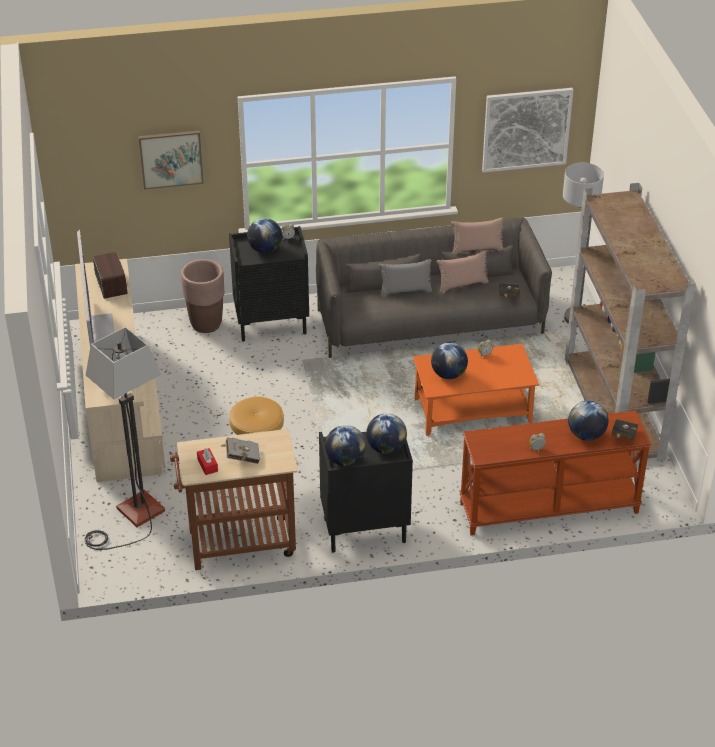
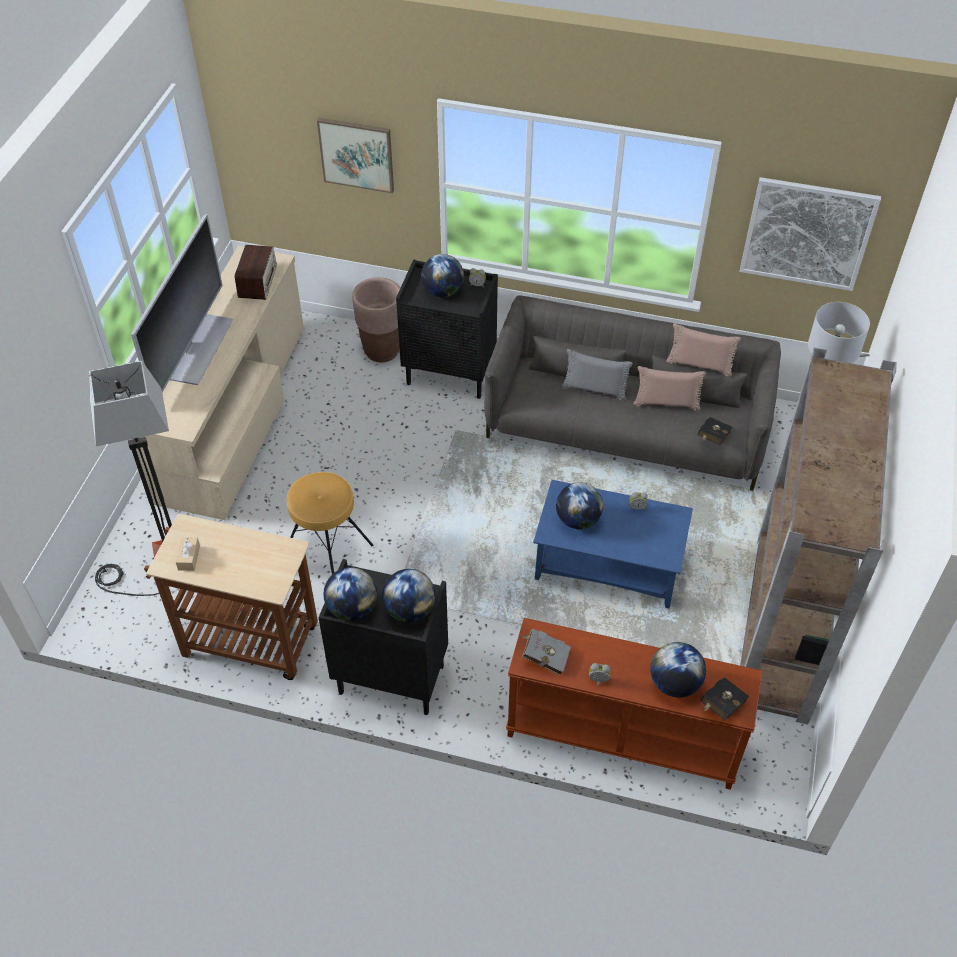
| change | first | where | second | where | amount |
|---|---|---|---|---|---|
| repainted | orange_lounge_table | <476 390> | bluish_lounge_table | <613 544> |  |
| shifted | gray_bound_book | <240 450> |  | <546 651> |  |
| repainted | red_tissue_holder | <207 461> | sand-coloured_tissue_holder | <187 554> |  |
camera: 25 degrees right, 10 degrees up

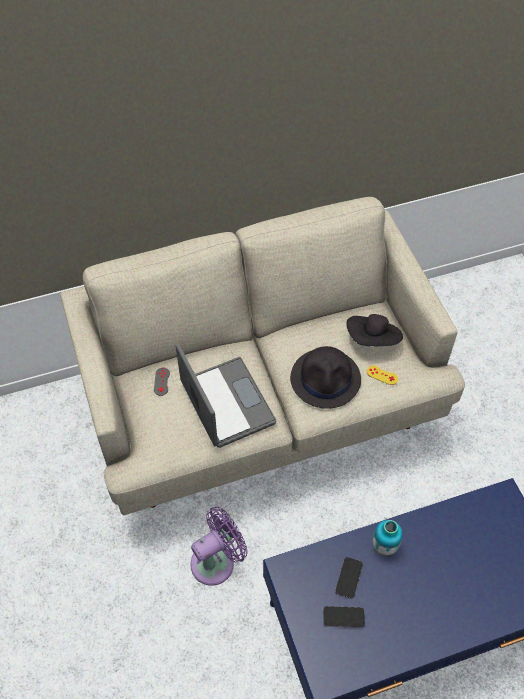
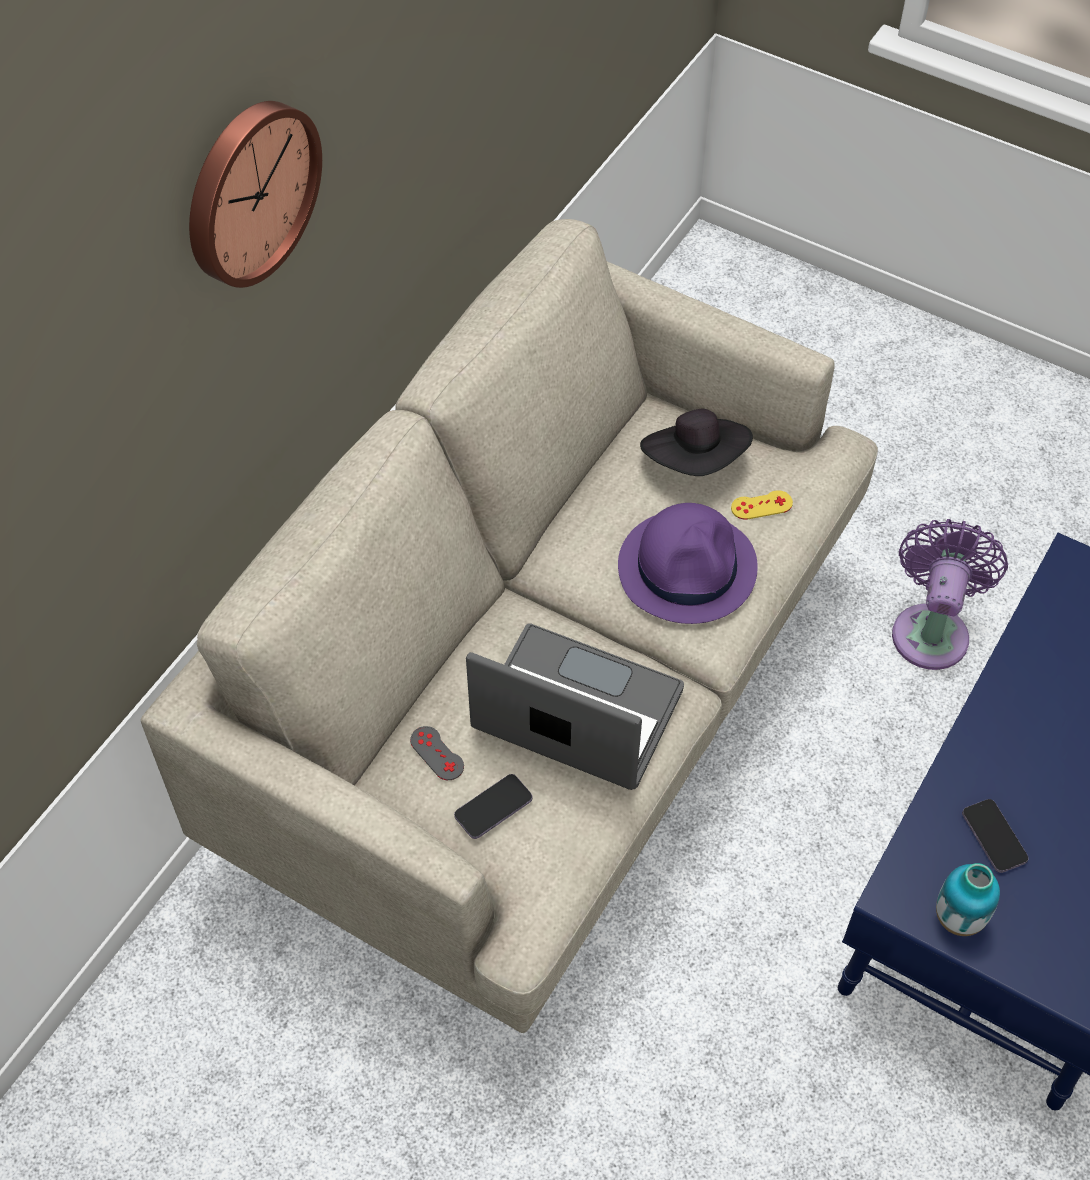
| change | first | where | second | where | amount |
|---|---|---|---|---|---|
| repainted | blackish_hat | <325 377> | purplish_hat | <688 563> |  |
| shifted | purplish_cooling_fan | <219 546> |  | <950 594> |  |
| shifted | flower_vase | <388 538> |  | <968 899> |  |
| shifted | handset | <344 617> |  | <493 806> |  |
| new |  |  | wall_clock | <255 194> |  |
camera: 40 degrees left, 0 degrees up

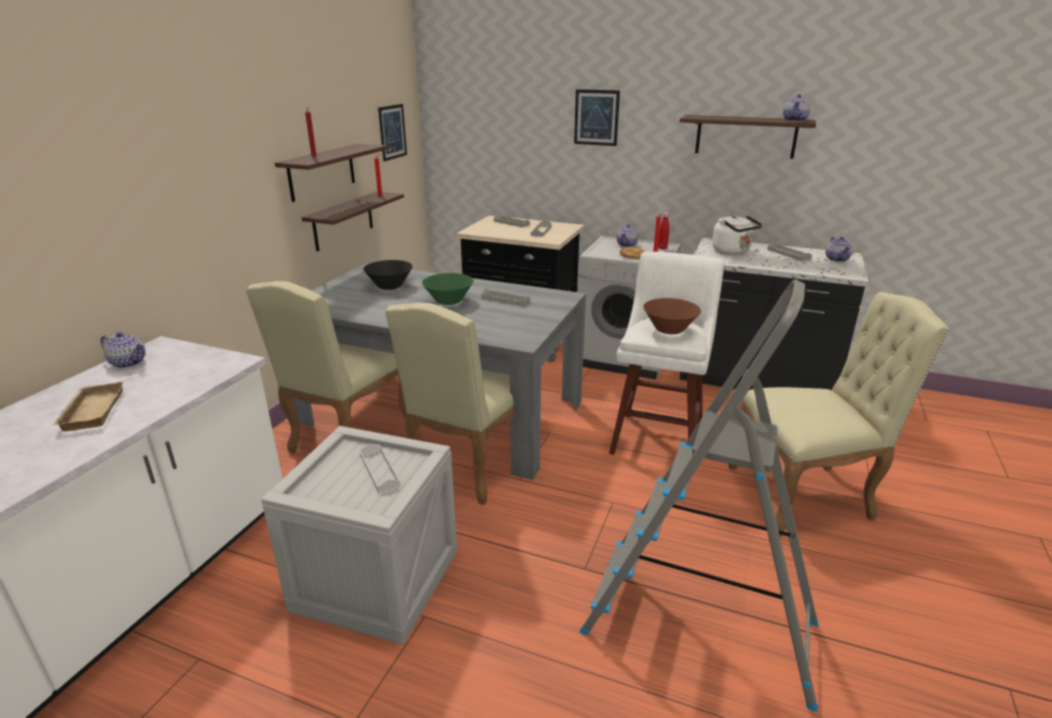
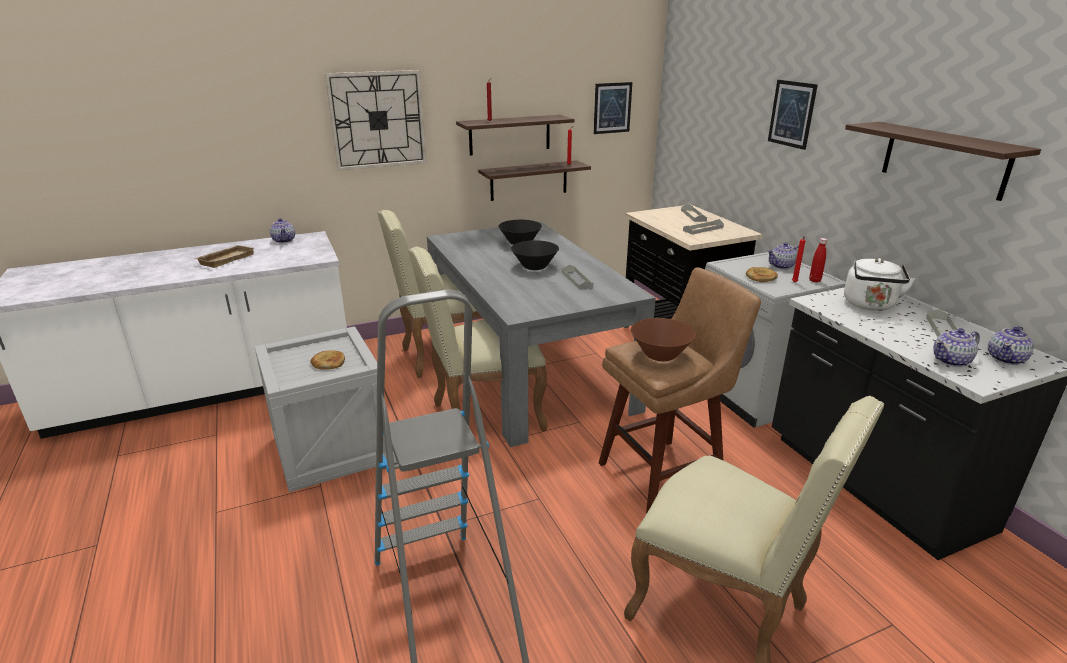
| change | first | where | second | where | amount |
|---|---|---|---|---|---|
| shifted | pot_for_tea | <796 108> |  | <956 347> |  |
| repainted | white_stool_seat | <666 353> | brown-coloured_stool_seat | <680 390> |  |
| repainted | green-coloured_deep_dish | <448 289> | blackish_deep_dish | <535 255> |  |
| swapped | white_serving_tray | <380 468> | bakery_bread | <327 360> |  |
| new |  |  | wall_clock | <376 120> |  |
camera: 45 degrees right, 0 degrees up

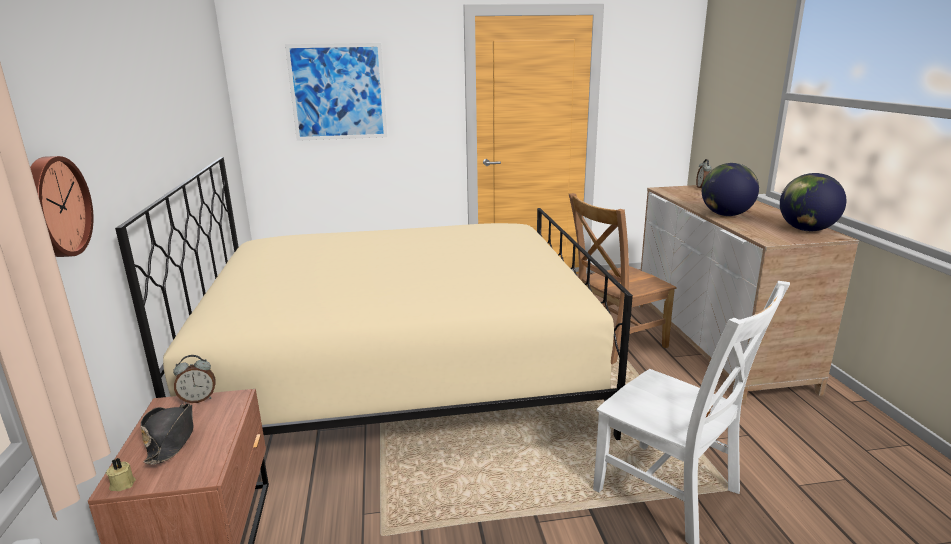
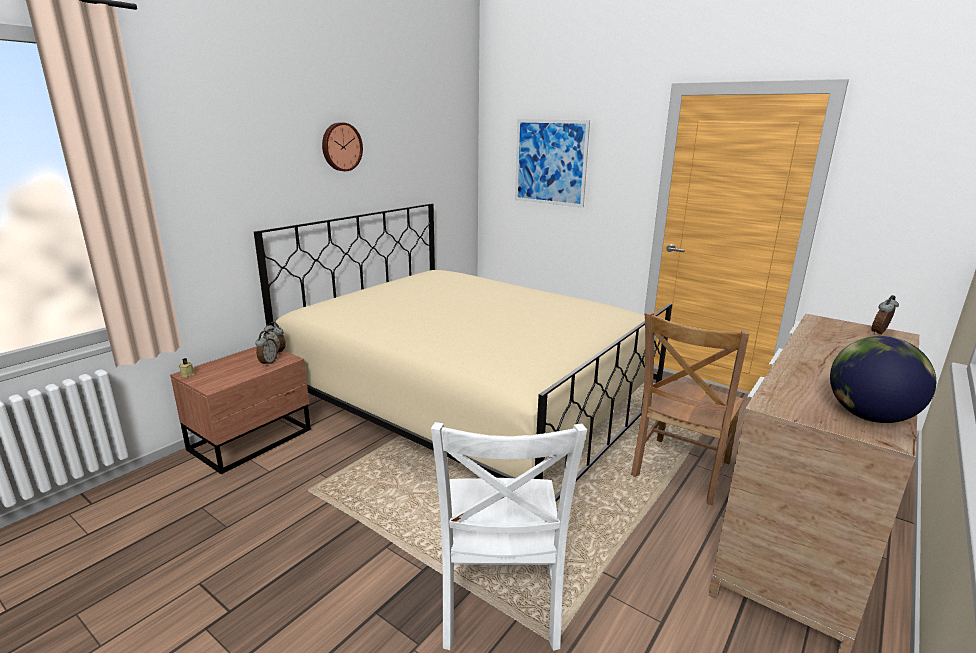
| change | first | where | second | where | amount |
|---|---|---|---|---|---|
| shifted | wall_clock | <62 206> |  | <342 146> |  |
| gone | desk_globe | <730 189> |  |  |  |
| rotated | brown-coloured_upright_chair | <623 278> |  | <690 408> | 75 degrees counterclockwise |
| gone | blackish_hat | <167 433> |  |  |  |
| new |  |  | bedside_clock | <266 348> |  |
camera: 45 degrees right, 0 degrees up

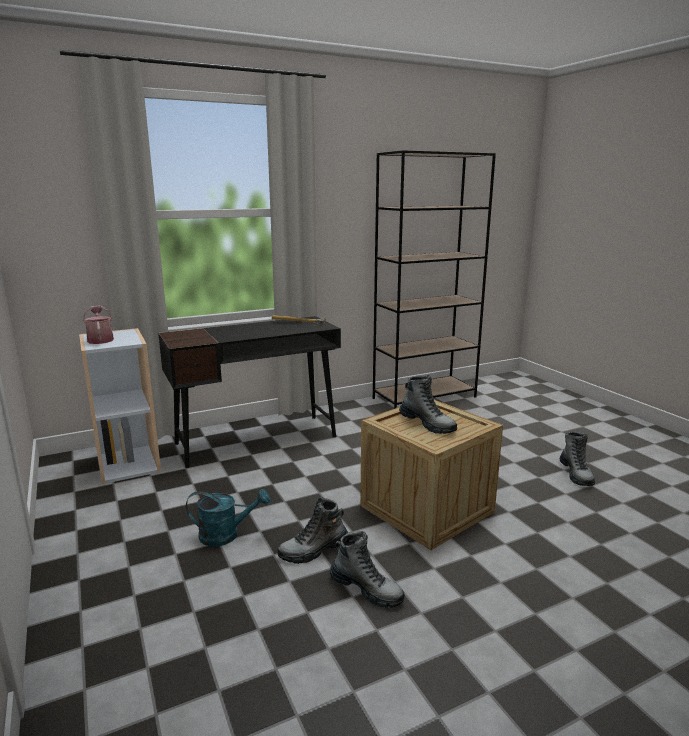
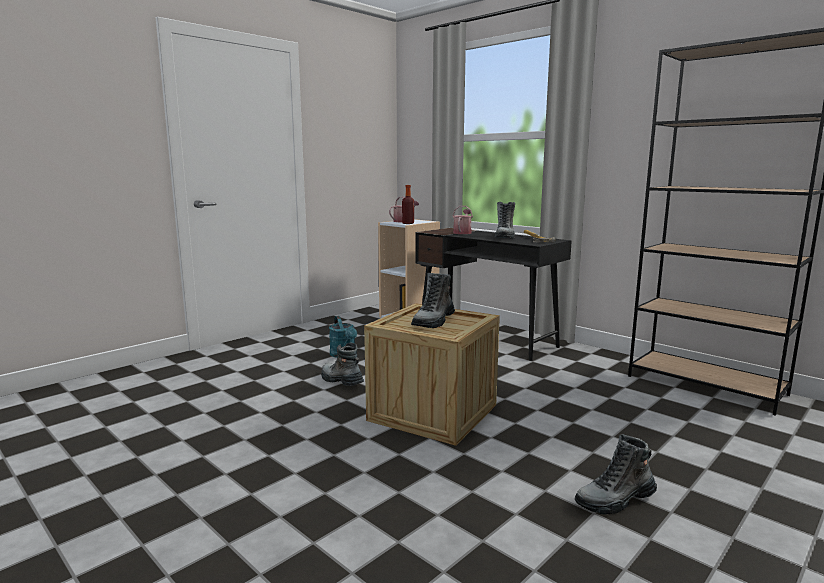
| change | first | where | second | where | amount |
|---|---|---|---|---|---|
| shifted | high-top_boot | <367 569> |  | <505 220> |  |
| new |  |  | beverage_bottle | <408 204> |  |
| new |  |  | watering_pot | <463 220> |  |
camera: 70 degrees right, 5 degrees down

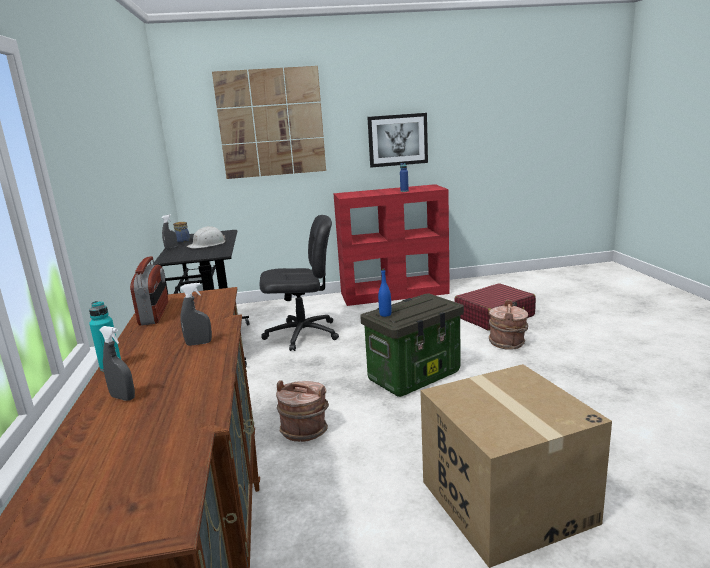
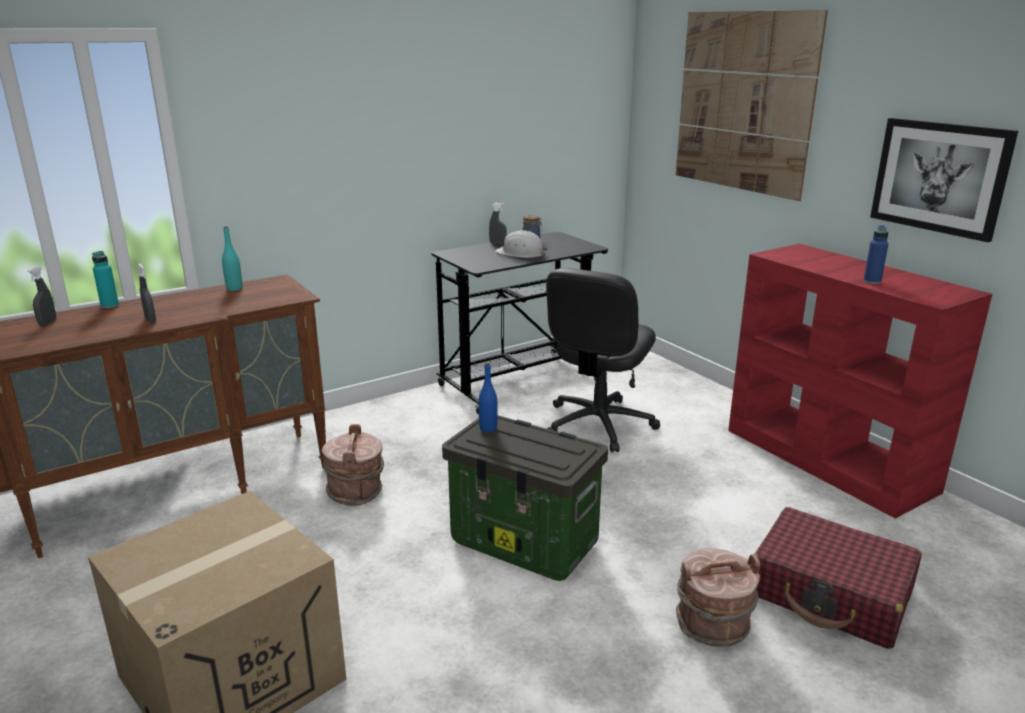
| change | first | where | second | where | amount |
|---|---|---|---|---|---|
| rotated | blackish_desk_chair | <299 283> |  | <603 360> | 60 degrees clockwise |
| swapped | radio_receiver | <149 291> | turquoise-coloured_beverage_bottle | <232 258> |  |
camera: 65 degrees right, 5 degrees up

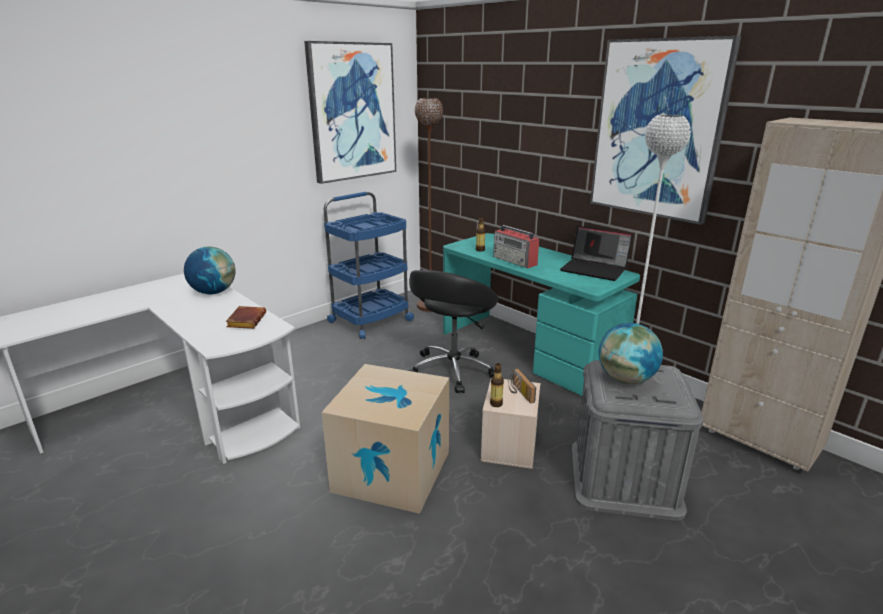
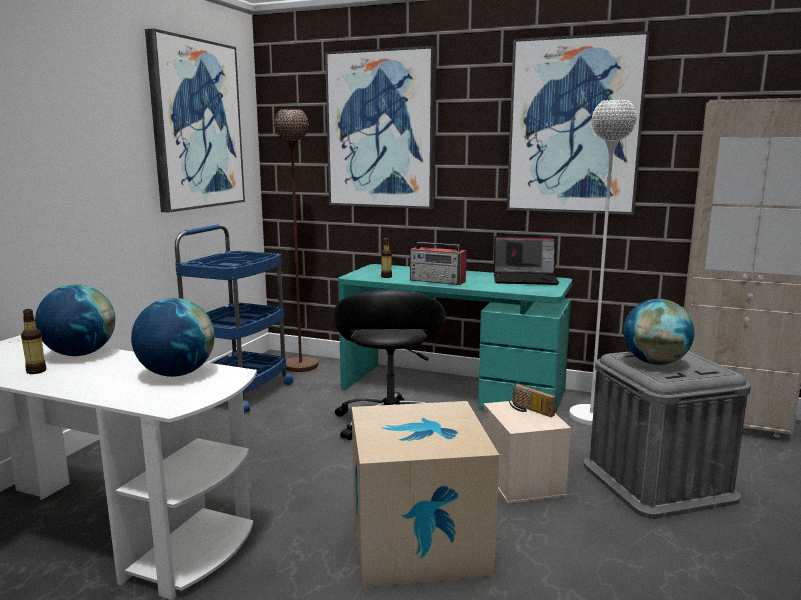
| change | first | where | second | where | amount |
|---|---|---|---|---|---|
| swapped | brown-coloured_bound_book | <246 317> | desk_globe | <173 337> |  |
| shifted | beverage_bottle | <497 385> |  | <33 341> |  |
| new |  |  | wall_picture | <381 127> |  |
camera: 25 degrees left, 10 degrees down

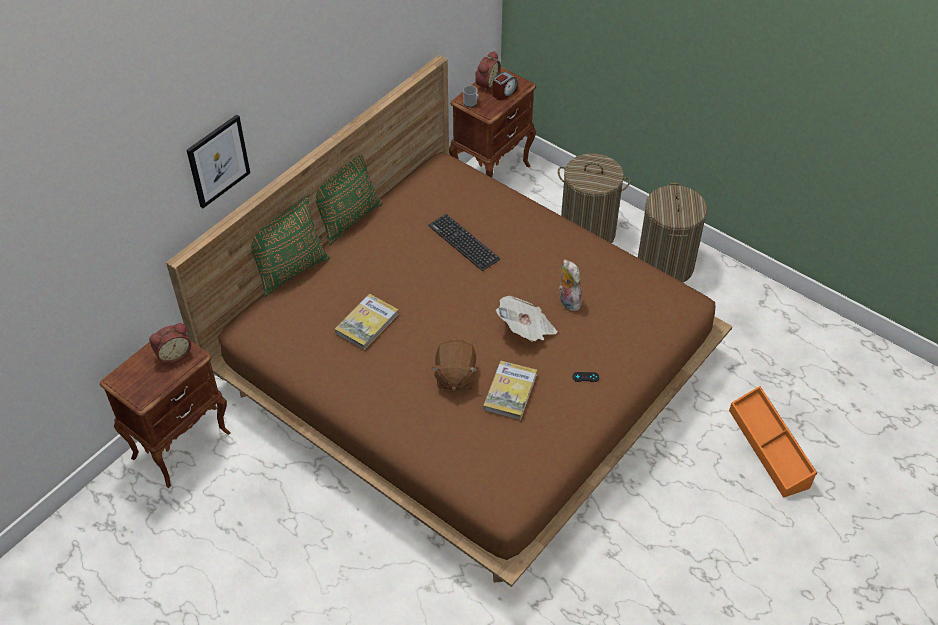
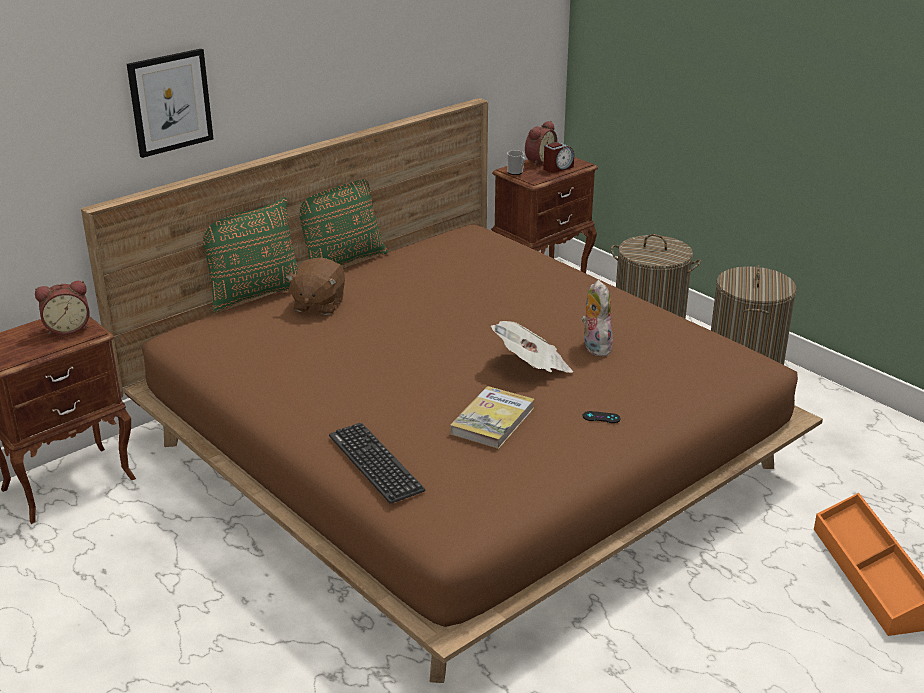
| change | first | where | second | where | amount |
|---|---|---|---|---|---|
| shifted | keyboard | <464 242> |  | <377 463> |  |
| gone | bound_book | <367 322> |  |  |  |
| shifted | brown-coloured_cuddly_toy | <454 365> |  | <315 286> |  |
camera: 10 degrees right, 20 degrees down

